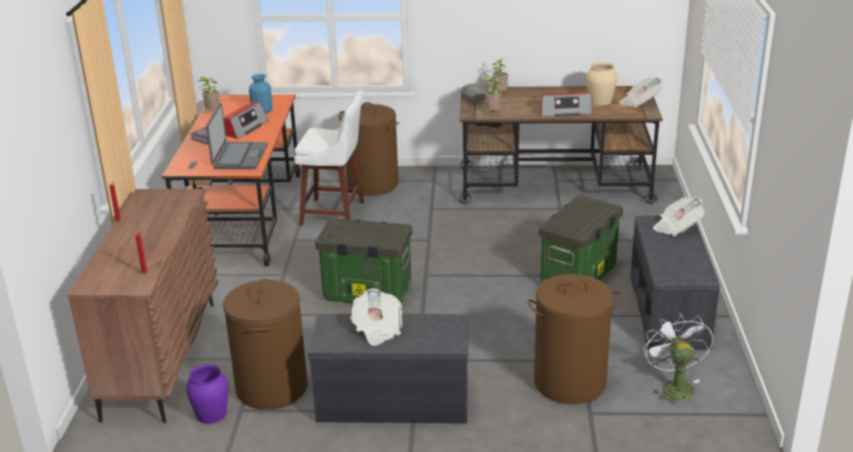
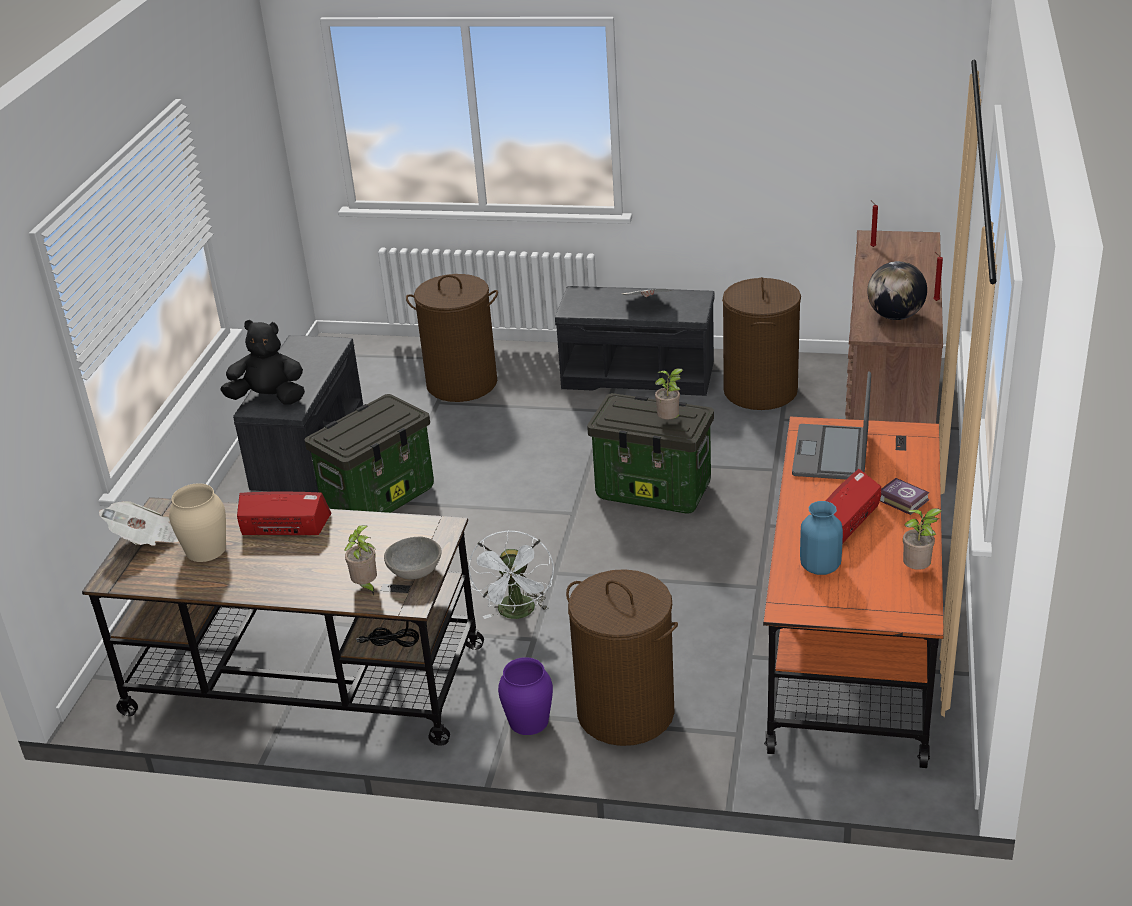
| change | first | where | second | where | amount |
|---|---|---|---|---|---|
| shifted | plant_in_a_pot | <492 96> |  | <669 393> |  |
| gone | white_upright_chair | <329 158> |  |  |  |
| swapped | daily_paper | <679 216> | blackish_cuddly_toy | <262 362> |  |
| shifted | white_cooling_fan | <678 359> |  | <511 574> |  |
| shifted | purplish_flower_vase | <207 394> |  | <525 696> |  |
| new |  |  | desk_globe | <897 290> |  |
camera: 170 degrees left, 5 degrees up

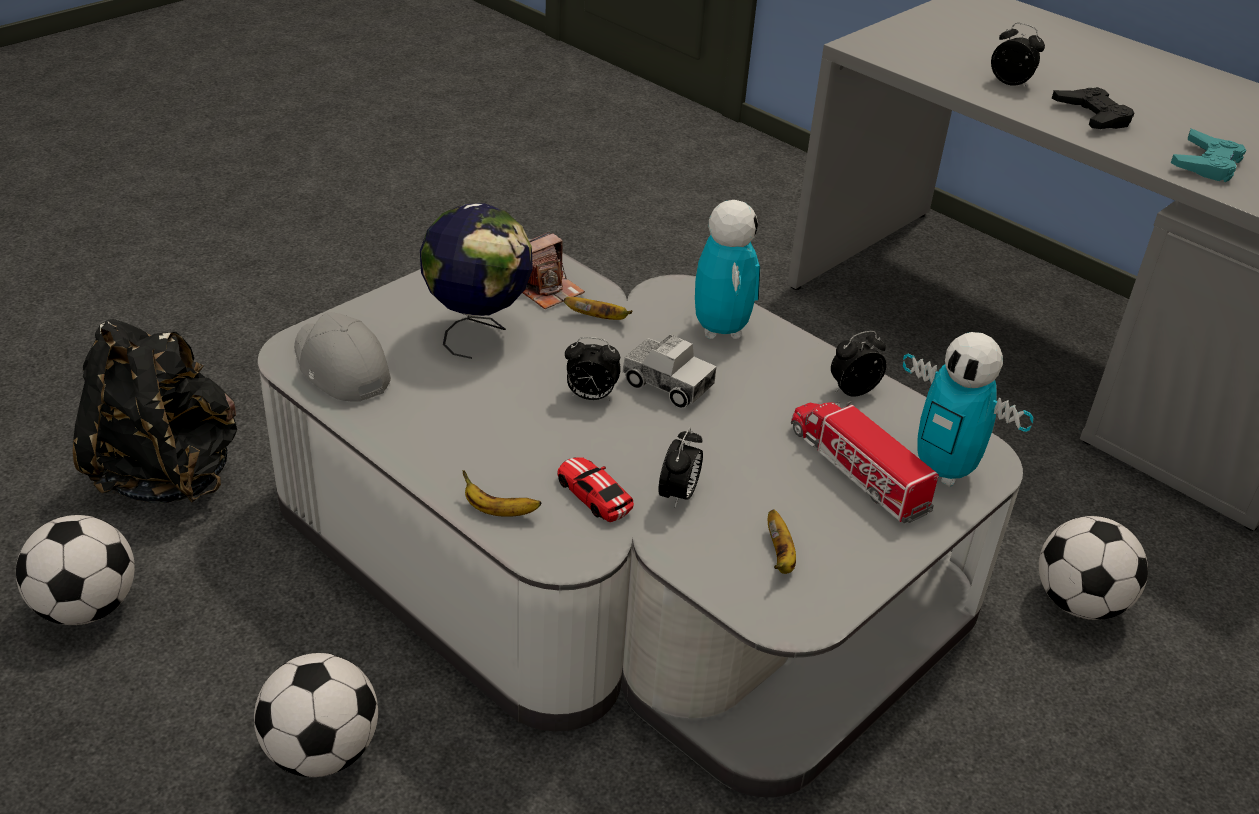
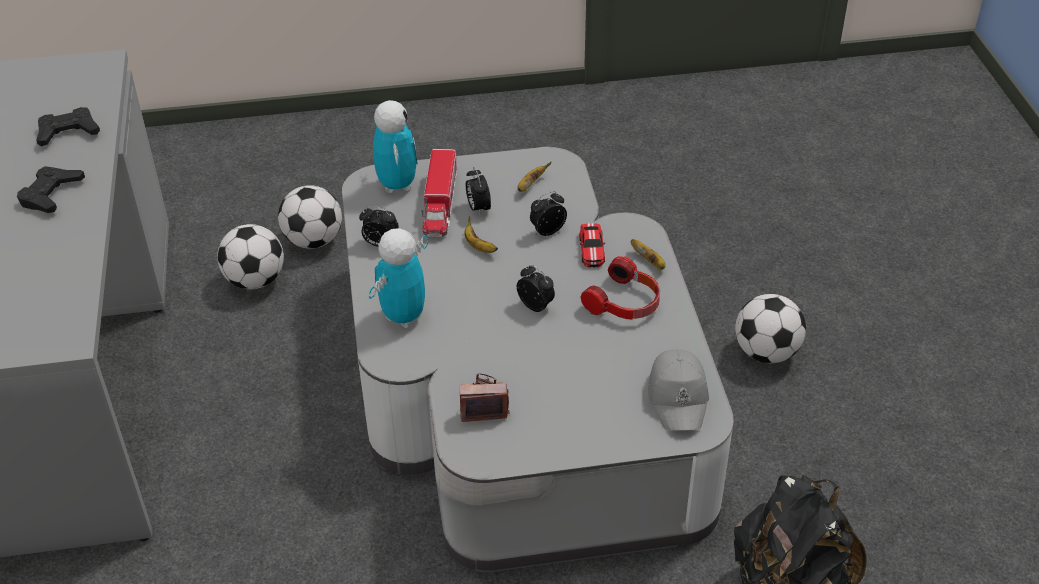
| change | first | where | second | where | amount |
|---|---|---|---|---|---|
| shifted | bedside_clock | <1018 55> |  | <478 191> |  |
| repainted | turquoise-coloured_joypad | <1208 155> | blackish_joypad | <68 126> |  |
| gone | desk_globe | <476 281> |  |  |  |
| shifted | banana | <598 308> |  | <481 235> |  |
| gone | model_truck | <669 371> |  |  |  |
| shifted | football_ball | <75 570> |  | <250 256> |  |
| new |  |  | pair_of_headphones | <620 288> |  |
camera: 140 degrees left, 5 degrees up

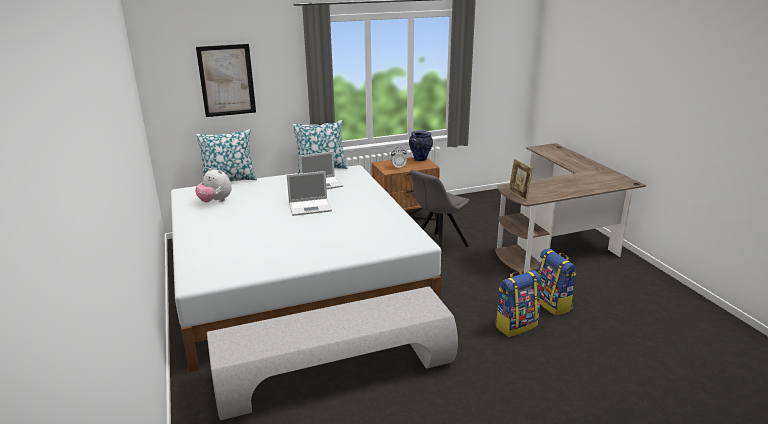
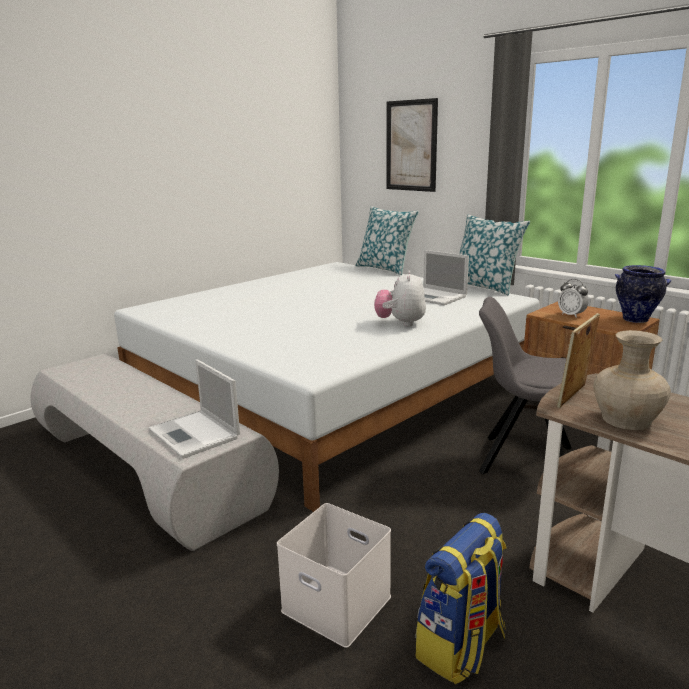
| change | first | where | second | where | amount |
|---|---|---|---|---|---|
| shifted | cuddly_toy | <213 185> |  | <400 298> |  |
| shifted | notebook_computer | <309 193> |  | <194 409> |  |
| swapped | rucksack | <518 303> | white_storage_box | <334 575> |  |
| new |  |  | sand-coloured_flower_vase | <632 380> |  |
camera: 65 degrees right, 5 degrees down

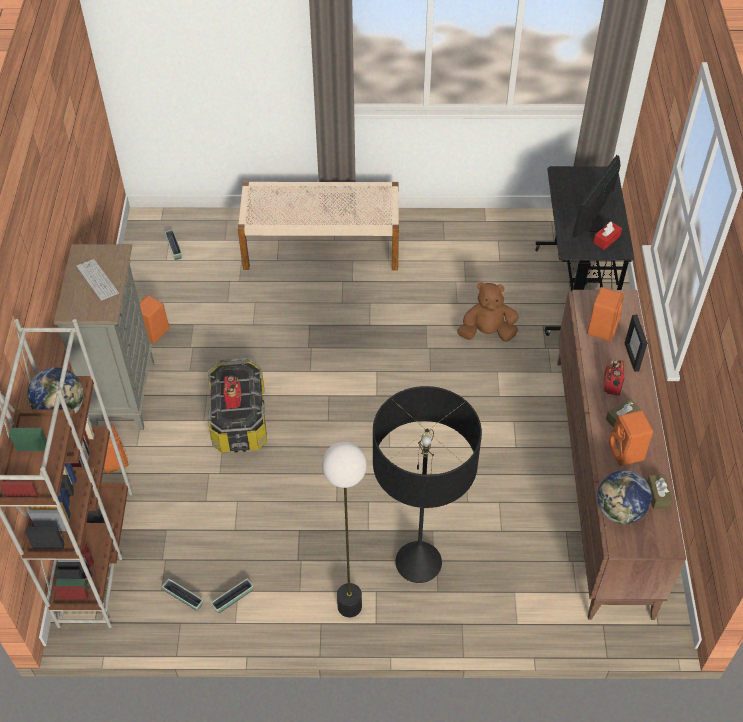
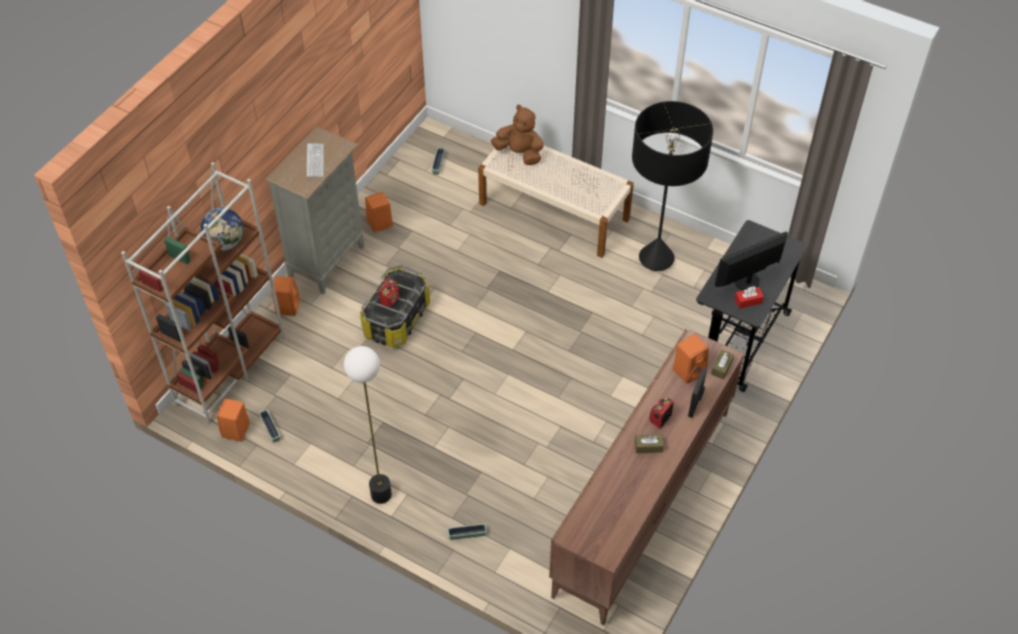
| change | first | where | second | where | amount |
|---|---|---|---|---|---|
| shifted | brown-coloured_cuddly_toy | <488 312> |  | <517 135> |  |
| shifted | blackish_standard_lamp | <427 484> |  | <672 186> |  |
| shifted | orange_audio_speaker | <631 438> |  | <233 420> |  |
| gone | desk_globe | <624 497> |  |  |  |
| shifted | brown-coloured_tissue_holder | <659 492> |  | <722 364> |  |
| shifted | plant_pot | <232 596> |  | <467 532> |  |
camera: 30 degrees right, 0 degrees up

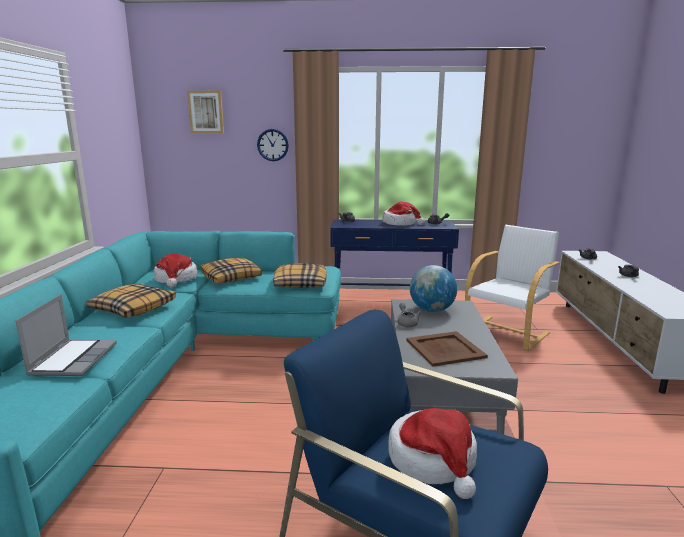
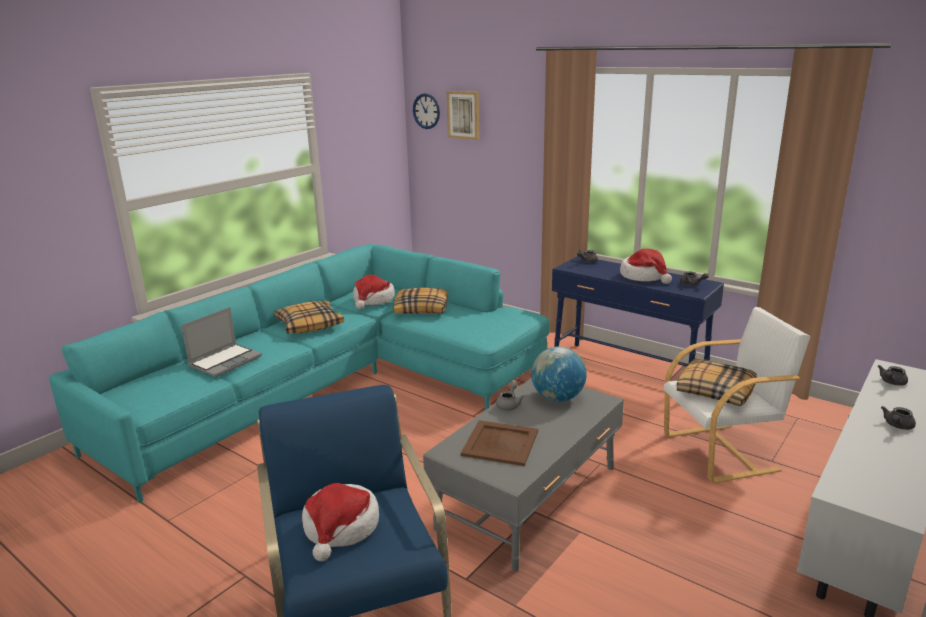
| change | first | where | second | where | amount |
|---|---|---|---|---|---|
| shifted | wall_clock | <273 145> |  | <426 111> |  |
| shifted | throw_pillow | <299 275> |  | <717 382> |  |
camera: 35 degrees right, 5 degrees up

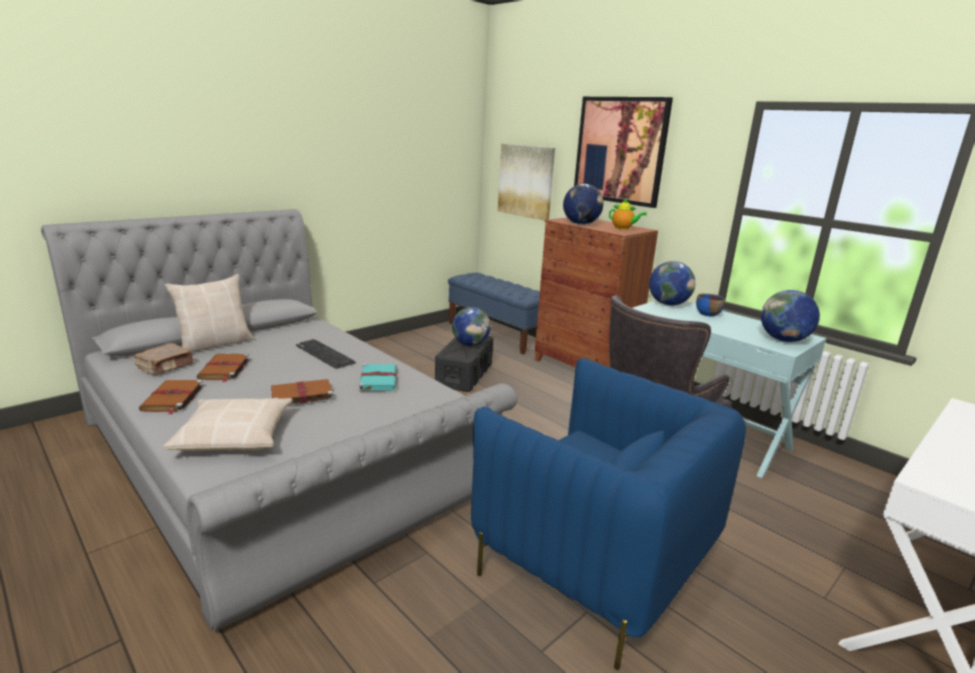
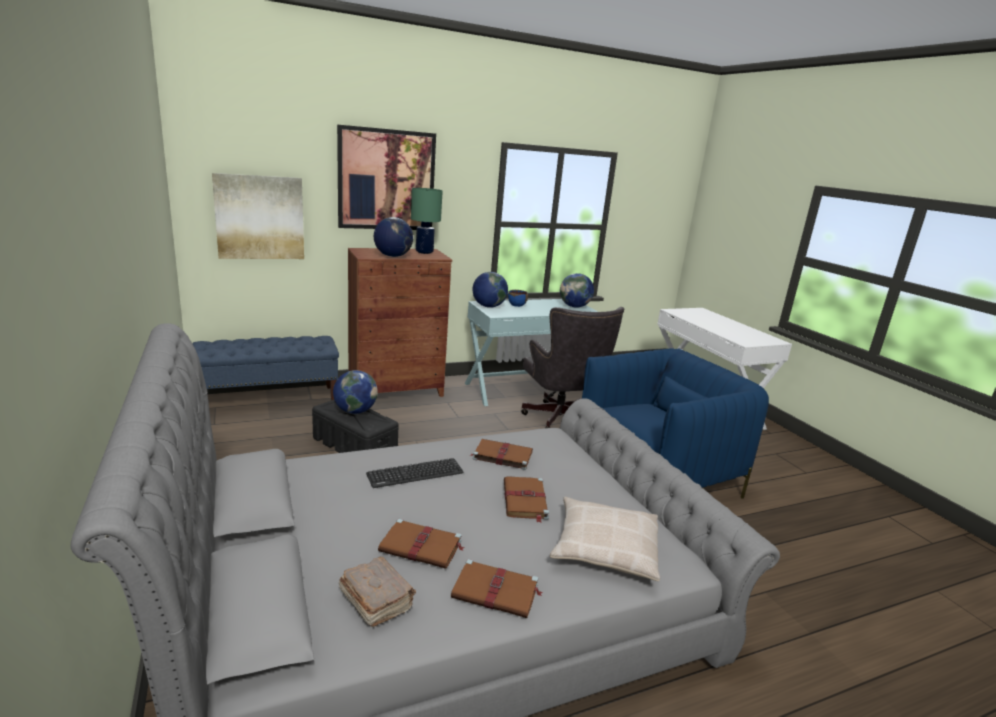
| change | first | where | second | where | amount |
|---|---|---|---|---|---|
| swapped | pot_for_tea | <628 214> | green-coloured_lamp_for_a_table | <427 221> |  |
| gone | sand-coloured_throw_pillow | <209 313> |  |  |  |
| repainted | turquoise-coloured_bound_book | <378 377> | brown-coloured_bound_book | <501 454> |  |
camera: 70 degrees left, 0 degrees up

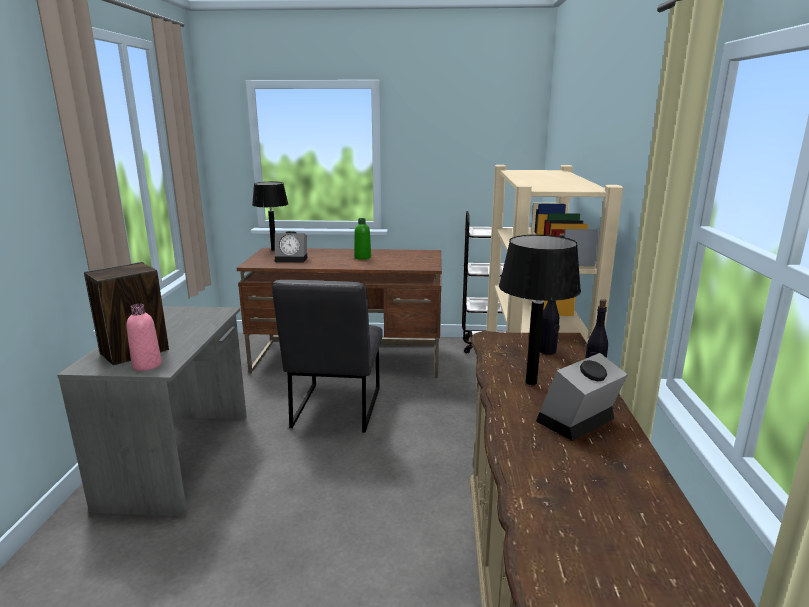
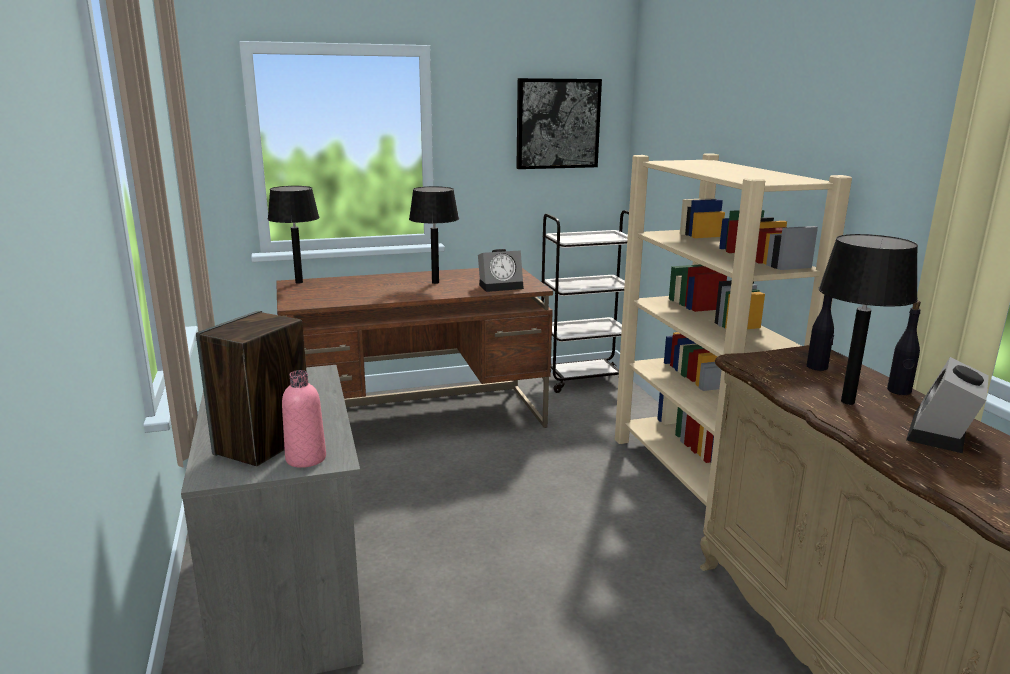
| change | first | where | second | where | amount |
|---|---|---|---|---|---|
| swapped | green-coloured_beverage_bottle | <362 239> | blackish_lamp_for_a_table | <434 235> |  |
| shifted | bedside_clock | <291 246> |  | <501 270> |  |
| gone | gray_upright_chair | <327 356> |  |  |  |
| new |  |  | wall_picture | <559 123> |  |
camera: 20 degrees left, 0 degrees up

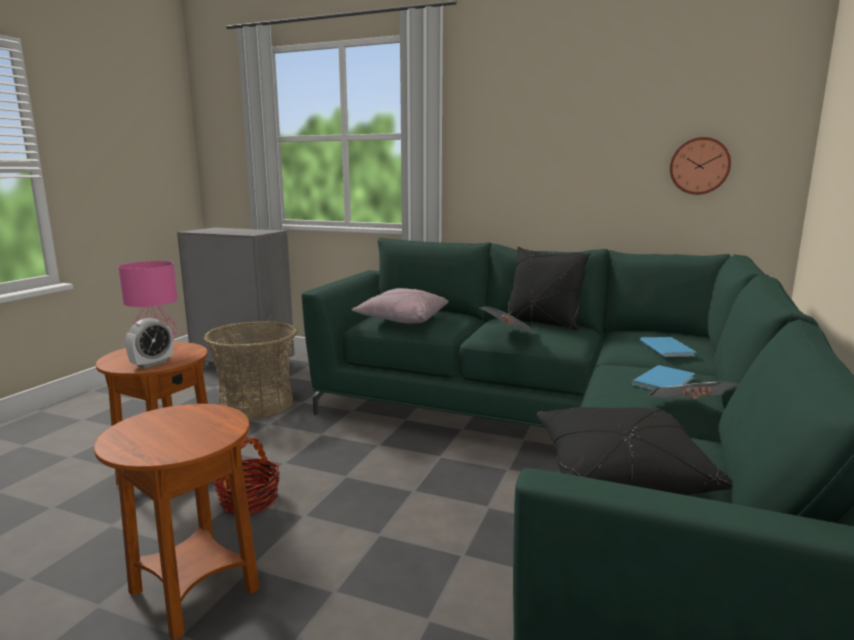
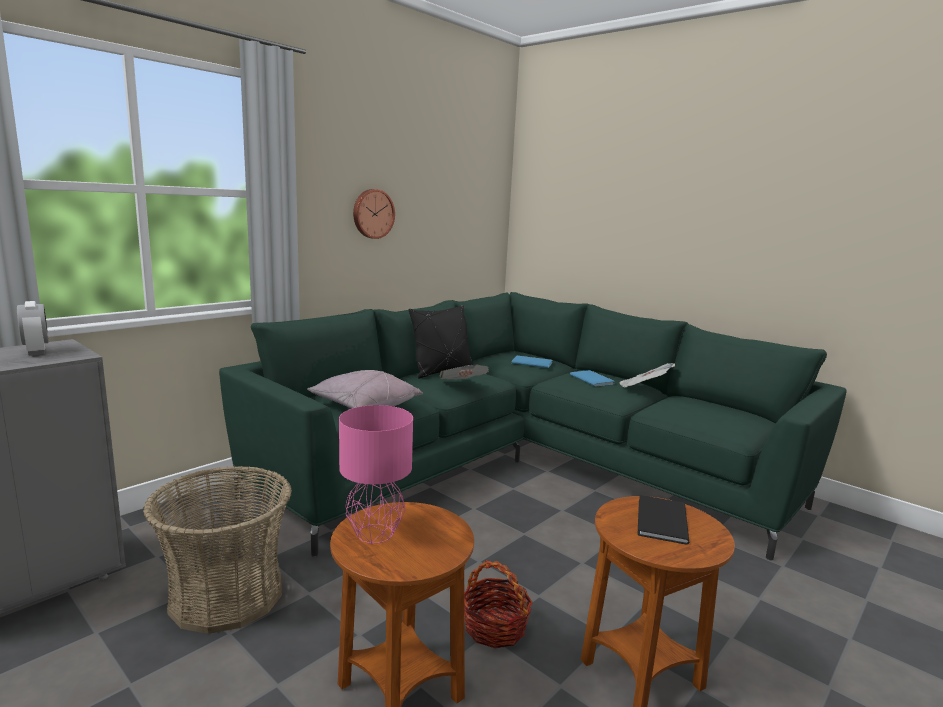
| change | first | where | second | where | amount |
|---|---|---|---|---|---|
| shifted | wall_clock | <700 166> |  | <374 214> |  |
| shifted | bedside_clock | <149 343> |  | <33 328> |  |
| gone | blackish_throw_pillow | <634 451> |  |  |  |
| new |  |  | blackish_bound_book | <663 520> |  |
camera: 70 degrees left, 0 degrees up

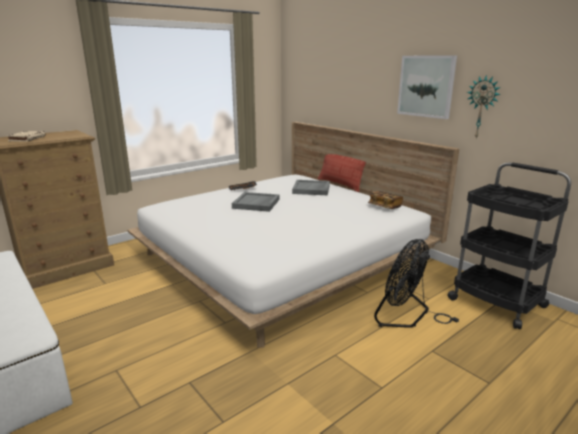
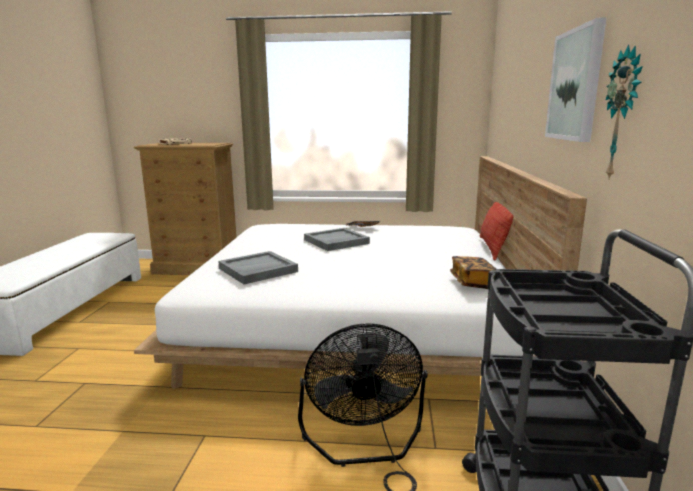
| change | first | where | second | where | amount |
|---|---|---|---|---|---|
| shifted | gray_serving_tray | <311 187> |  | <258 267> |  |
camera: 45 degrees right, 5 degrees down

